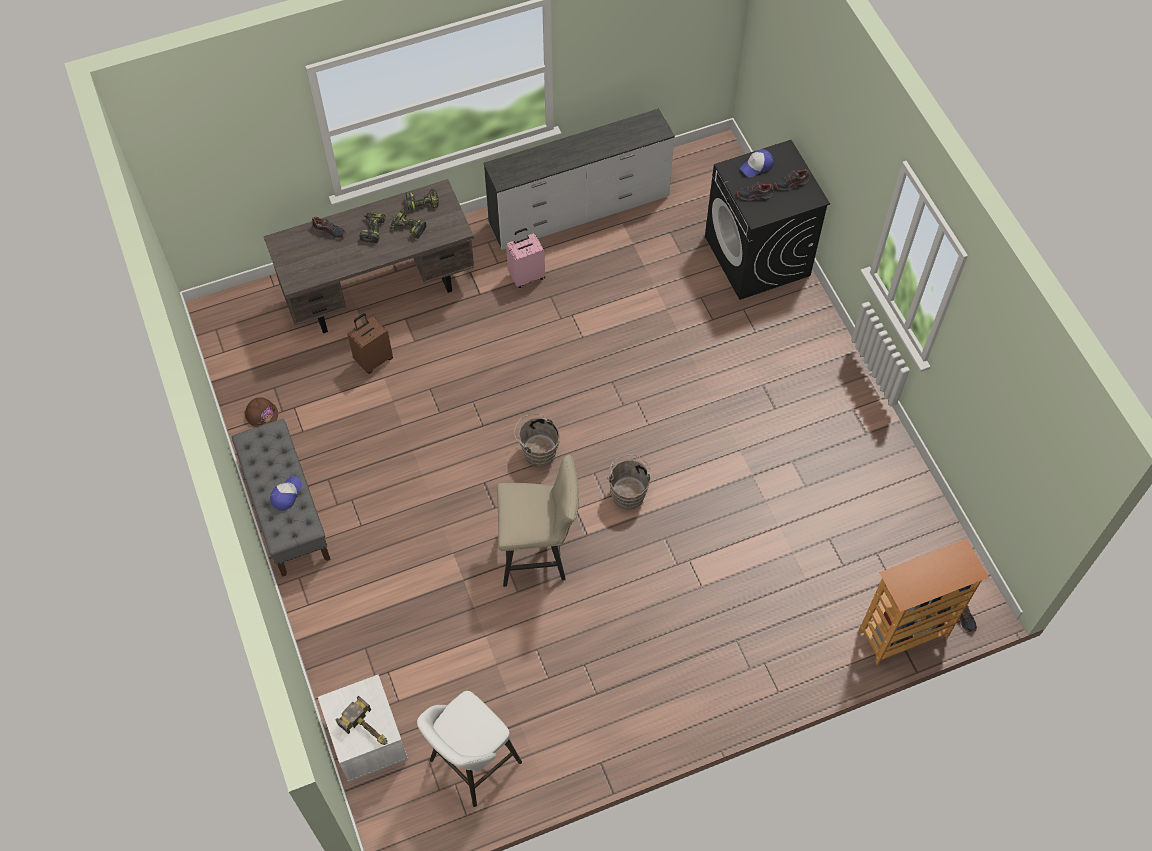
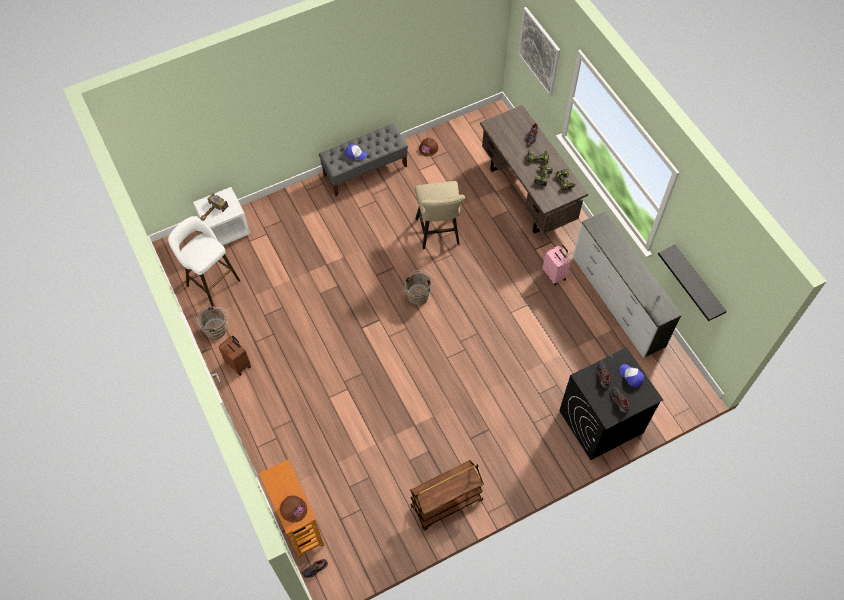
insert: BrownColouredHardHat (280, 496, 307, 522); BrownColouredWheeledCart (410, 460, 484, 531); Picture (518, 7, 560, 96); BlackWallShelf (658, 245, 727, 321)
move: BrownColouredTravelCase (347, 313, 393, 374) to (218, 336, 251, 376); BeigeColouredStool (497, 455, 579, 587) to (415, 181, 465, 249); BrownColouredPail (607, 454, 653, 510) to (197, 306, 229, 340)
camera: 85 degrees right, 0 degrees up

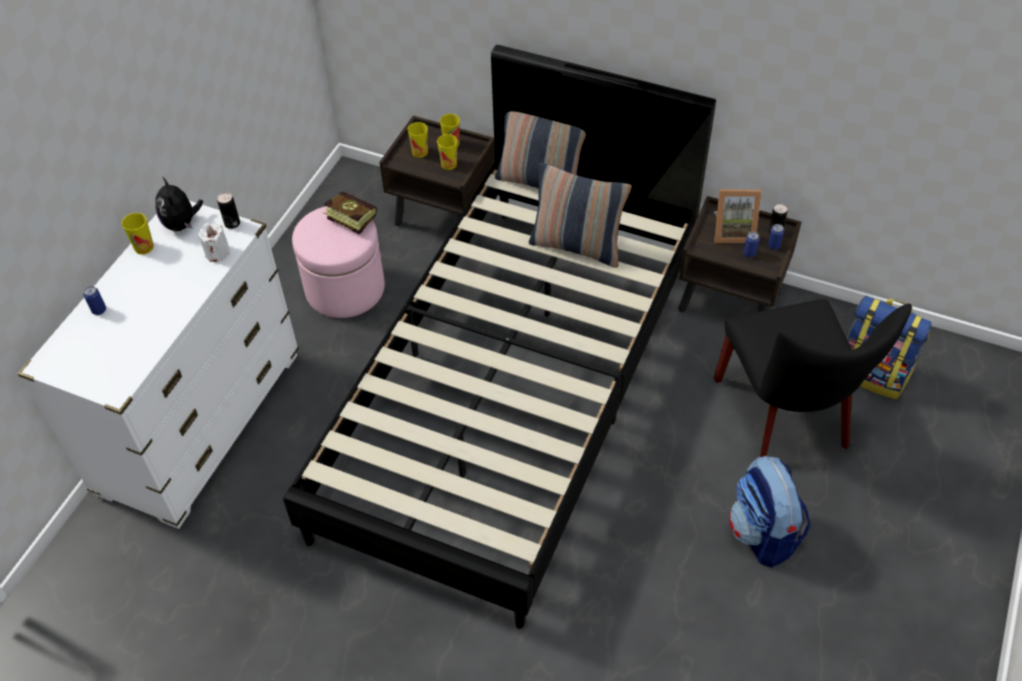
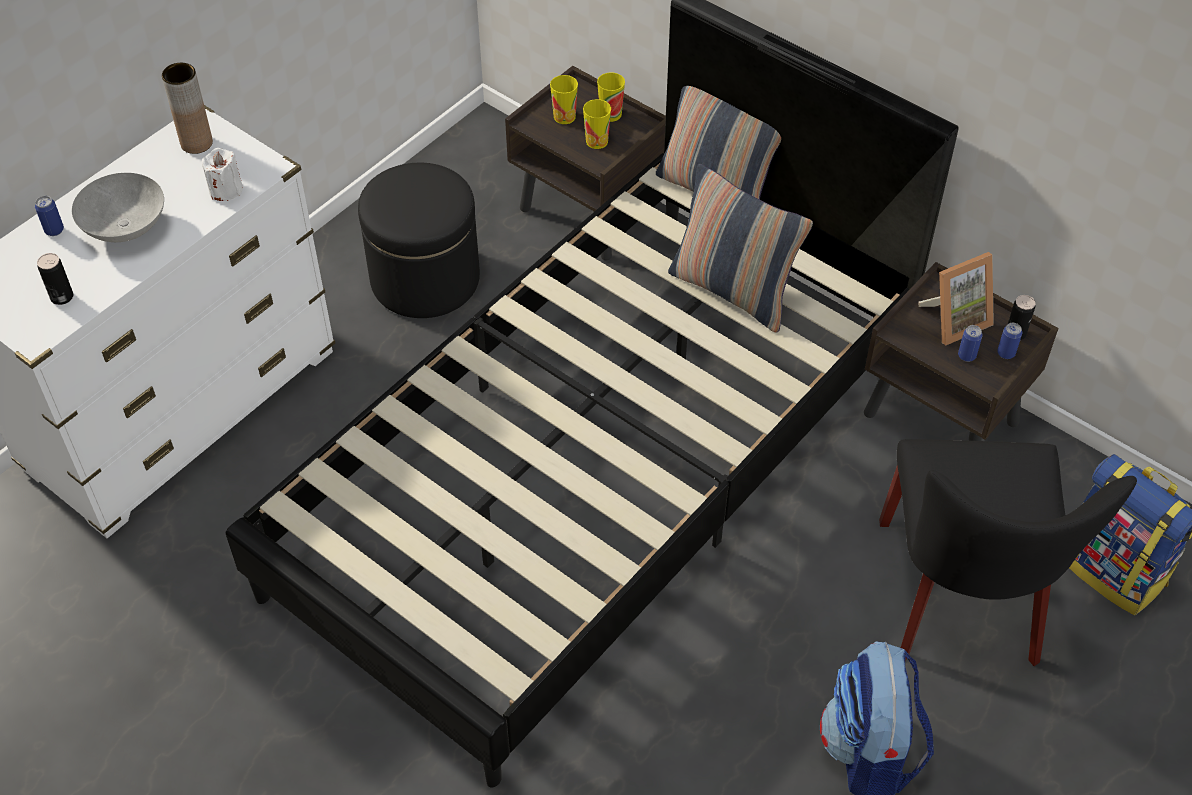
delete: DrinkingCup (122, 213, 154, 255); BoundBook (323, 192, 377, 235)
insert: GreyBowl (72, 173, 164, 242)
move: MetalCan (217, 192, 240, 229) to (37, 253, 73, 305)
replace: SoftToy (155, 176, 203, 231) to BrownColouredFlowerVase (162, 63, 213, 154)
recolor: PinkishPouffe (292, 206, 385, 318) to BlackPouffe (358, 163, 480, 318)
rotate: StandingFrame (714, 189, 762, 243) = (918, 252, 994, 345) 45 degrees counterclockwise
camera: 15 degrees right, 0 degrees up

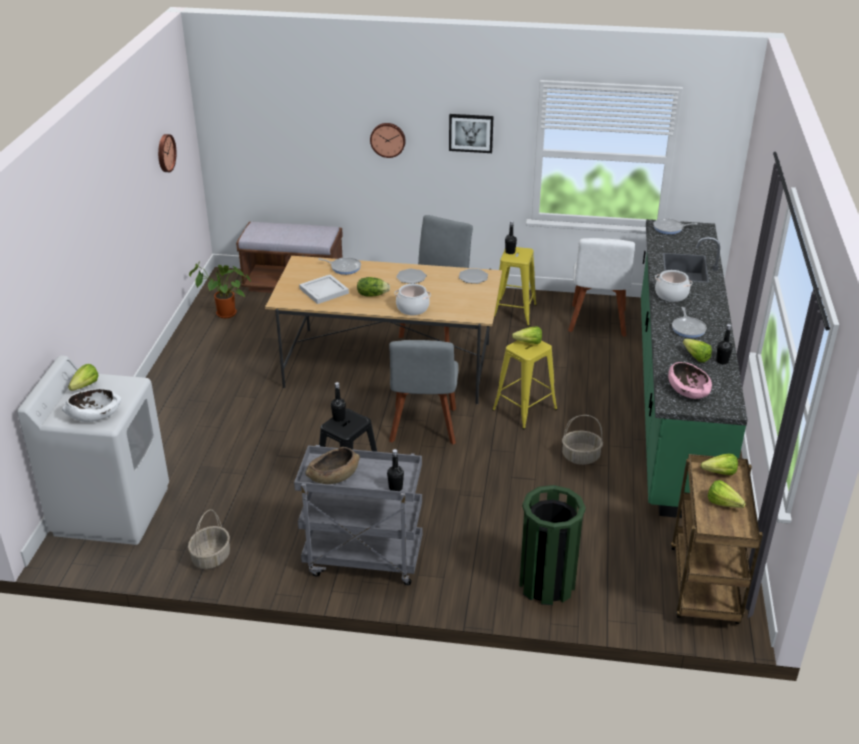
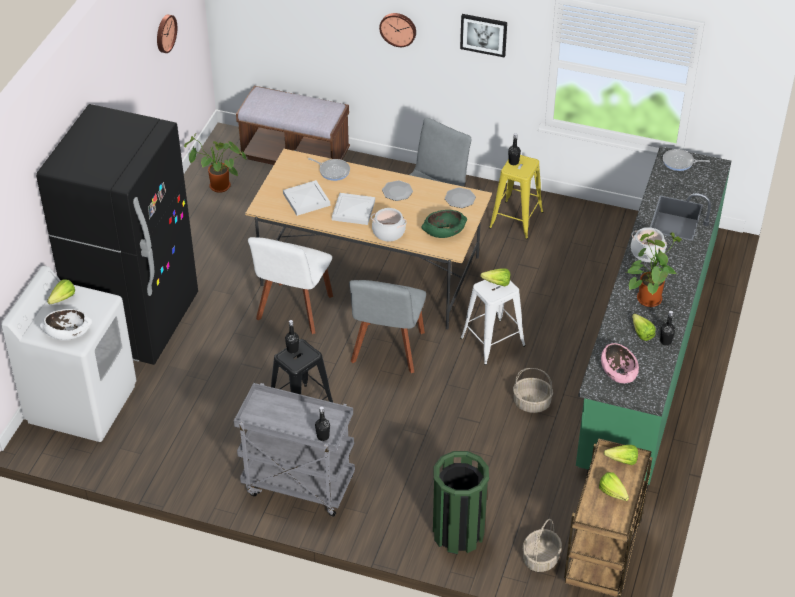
delete: BrownColouredBowl (305, 447, 360, 484)
insert: BlackRefrigerator (36, 104, 198, 365); GreenBowl (421, 210, 467, 238)
move: Basket (188, 509, 230, 569) to (523, 519, 562, 572); WhiteChair (568, 238, 635, 337) to (248, 237, 333, 334)
replace: LettuceHead (357, 277, 390, 297) to WhiteServingTray (332, 193, 375, 225); Pan (672, 307, 707, 338) to PlantInAPot (626, 232, 682, 307)
recolor: YellowishStool (492, 340, 557, 429) to WhiteStool (460, 280, 526, 365)
camera: 10 degrees right, 10 degrees up

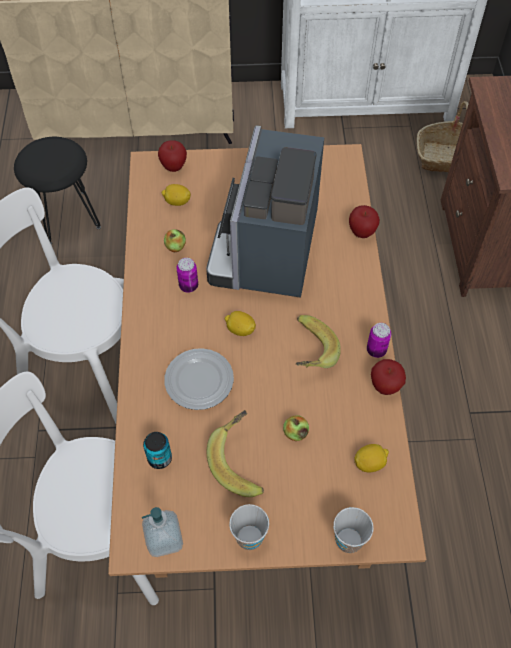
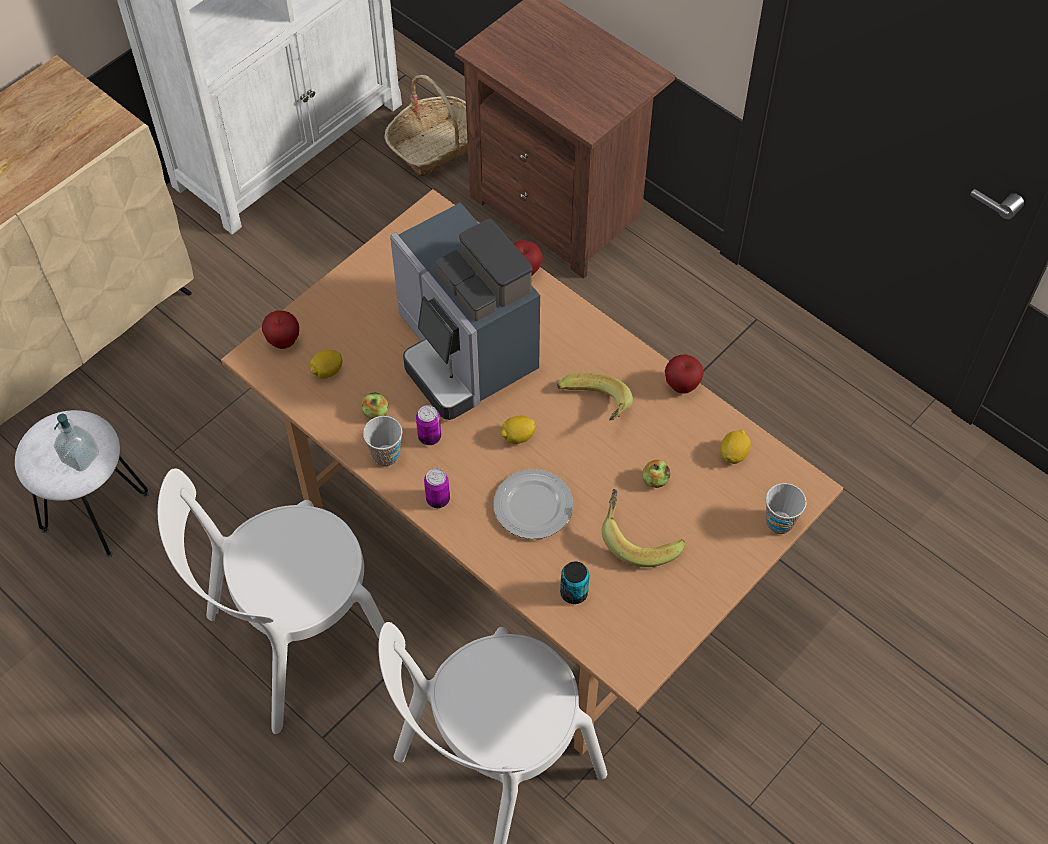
move: SoapDispenser (142, 507, 183, 557) to (54, 414, 99, 471); DrinkingCup (229, 504, 269, 550) to (363, 416, 402, 467); MetalCan (367, 323, 391, 358) to (424, 468, 450, 508)
recolor: BlackStool (14, 137, 101, 245) to WhiteStool (15, 410, 149, 557)
camera: 45 degrees left, 0 degrees up

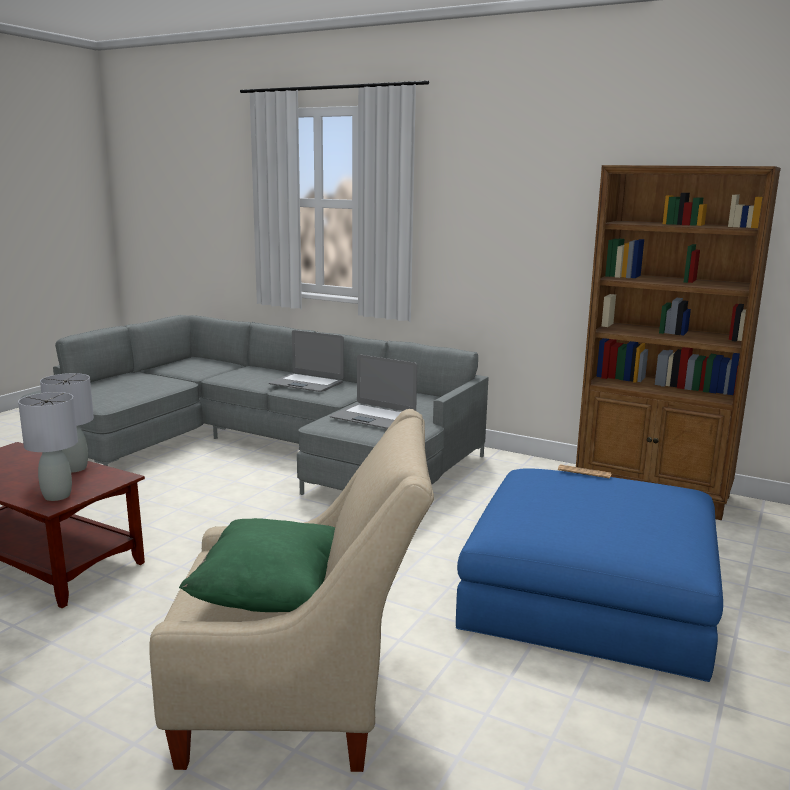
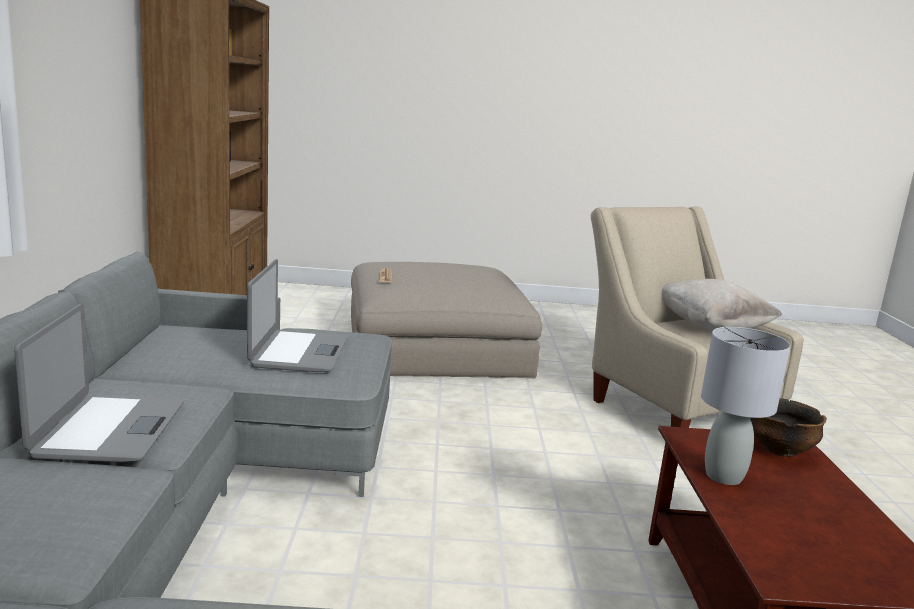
replace: GreyLampForATable (18, 392, 78, 501) to Bowl (750, 398, 827, 457)
recolor: GreenPillow (179, 518, 335, 612) to BeigeColouredPillow (661, 279, 782, 330); BluishPouffe (456, 468, 723, 682) to BeigeColouredPouffe (351, 262, 542, 378)
camera: 120 degrees left, 0 degrees up

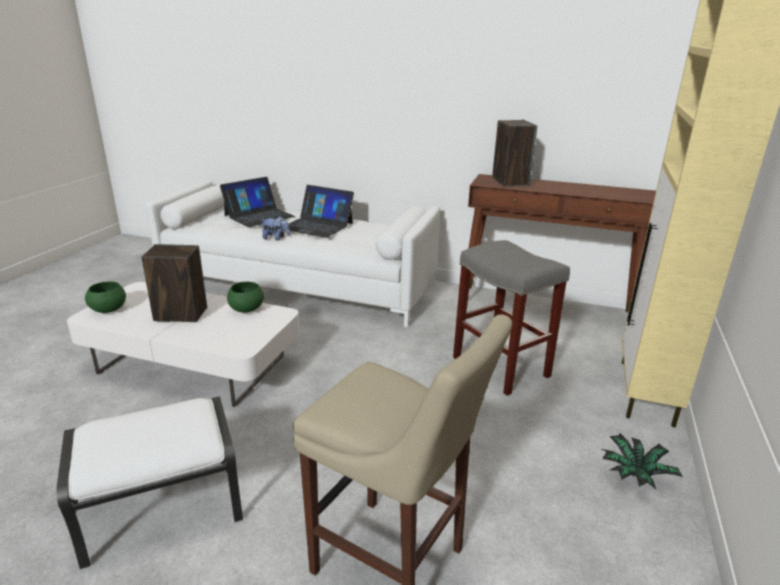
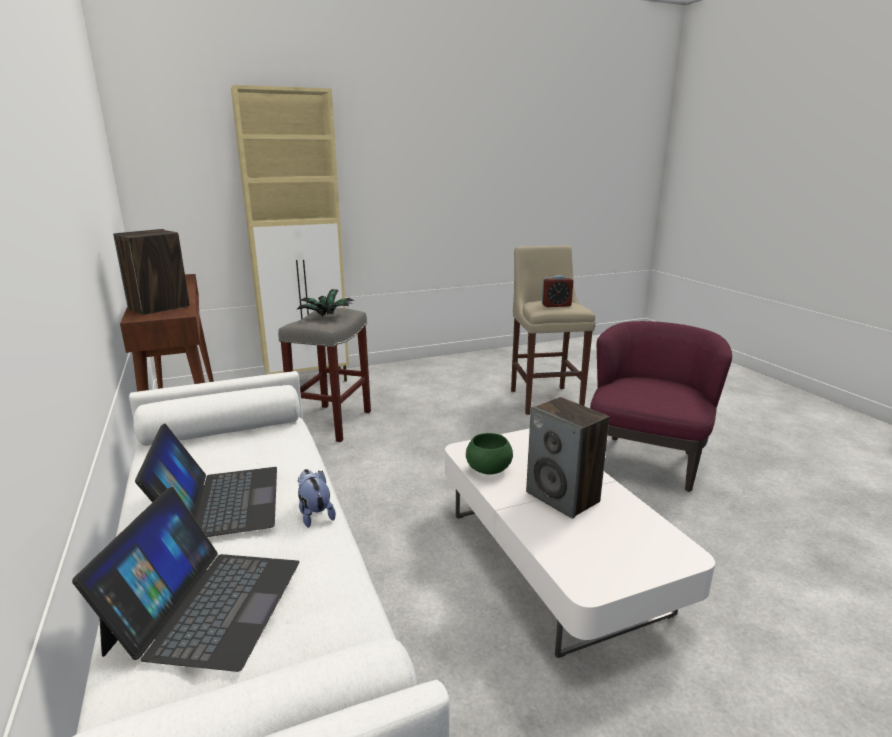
delete: GreenBowl (85, 281, 126, 313)
insert: TableClock (542, 275, 573, 307)
move: PlantInAPot (602, 433, 683, 489) to (296, 289, 354, 316)
replace: WhitePouffe (56, 396, 243, 569) to PurpleColouredLoungeChair (590, 321, 732, 492)
rotate: PortableComputer (220, 177, 295, 227) = (72, 487, 299, 672) 90 degrees clockwise
camera: 130 degrees left, 5 degrees down

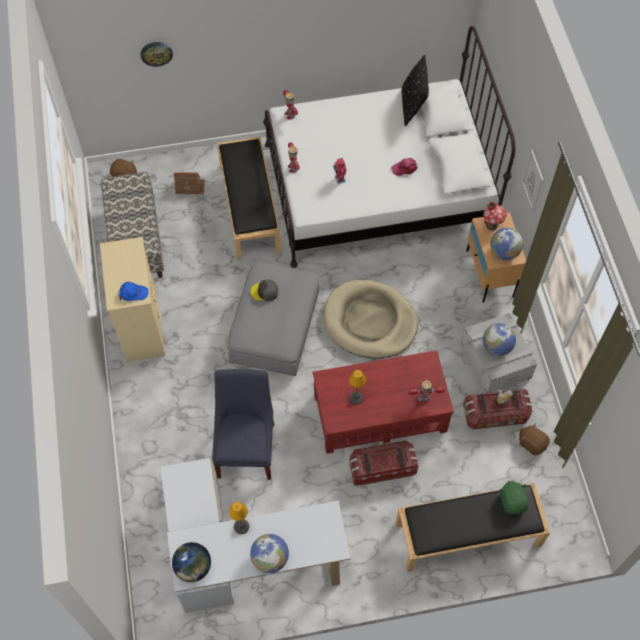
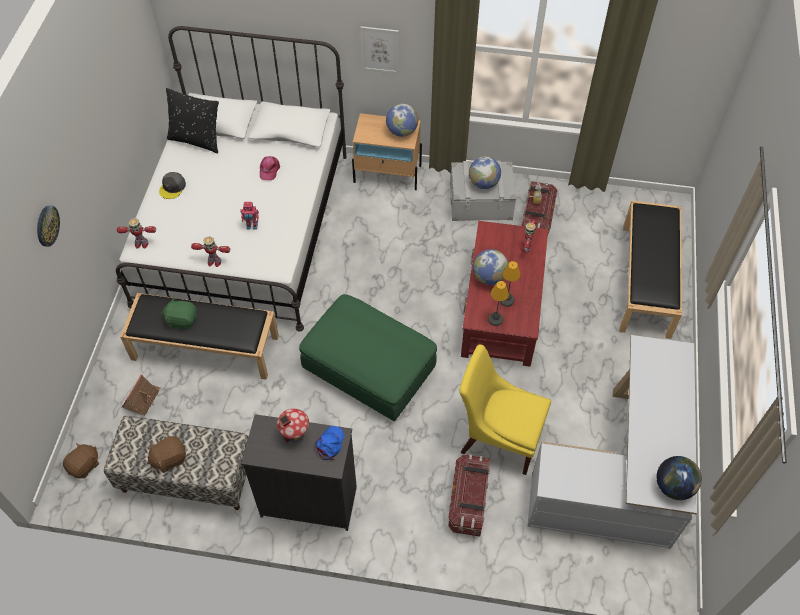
delete: BeigeColouredDogBed (323, 280, 418, 359)
move: ClockOnTheWall (141, 42, 173, 67) to (37, 205, 60, 247); LampForATable (229, 502, 249, 534) to (488, 281, 509, 326); DeskGlobe (250, 534, 289, 573) to (473, 249, 508, 285); GreyPeakedCap (251, 279, 279, 301) to (159, 172, 186, 199); StorageContainer (349, 440, 418, 486) to (448, 454, 490, 536); ToyHouse (483, 201, 507, 231) to (277, 409, 309, 443); GreenSoftToy (500, 481, 529, 514) to (162, 298, 197, 330); BrownColouredSoftToy (519, 423, 550, 455) to (147, 436, 186, 473)
recolor: BeigeColouredChestOfDrawers (100, 237, 165, 362) to BlackChestOfDrawers (241, 414, 357, 531); BluishChair (212, 369, 274, 480) to YellowishChair (459, 345, 551, 475); GreyPouffe (227, 262, 319, 376) to GreenPouffe (299, 294, 437, 421)
camera: 70 degrees left, 5 degrees down

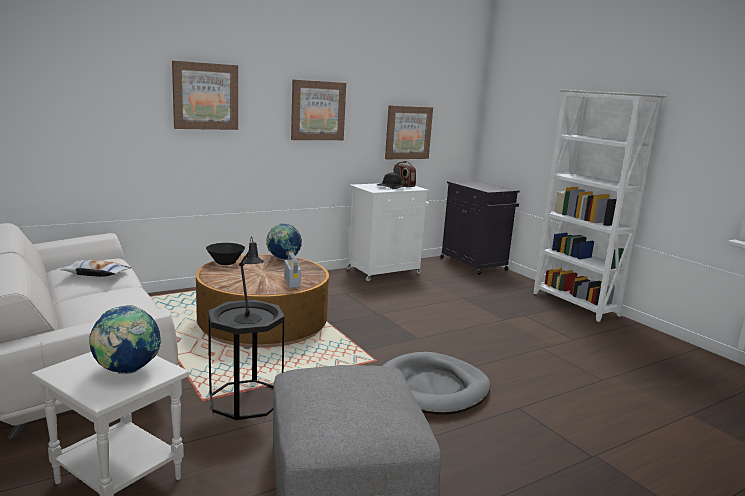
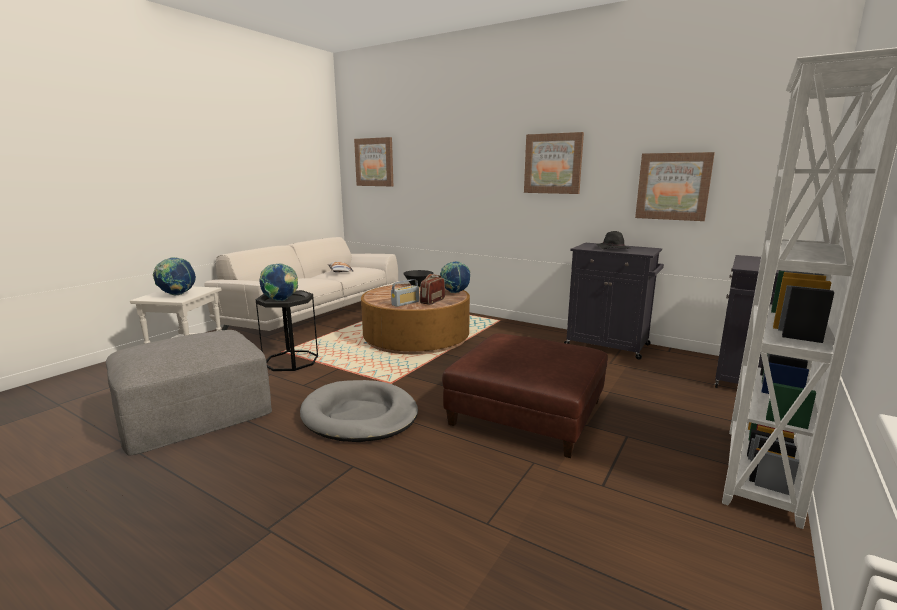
insert: BrownColouredPouffe (442, 333, 608, 458)
move: Picture (172, 61, 238, 130) to (354, 137, 393, 186); RadioSet (393, 161, 416, 187) to (420, 274, 445, 305)
replace: BlackLampForATable (234, 236, 265, 324) to DeskGlobe (260, 263, 298, 301)
recolor: WhiteStorageCabinet (346, 183, 430, 281) to BlackStorageCabinet (564, 243, 664, 359)
camera: 65 degrees right, 0 degrees up

